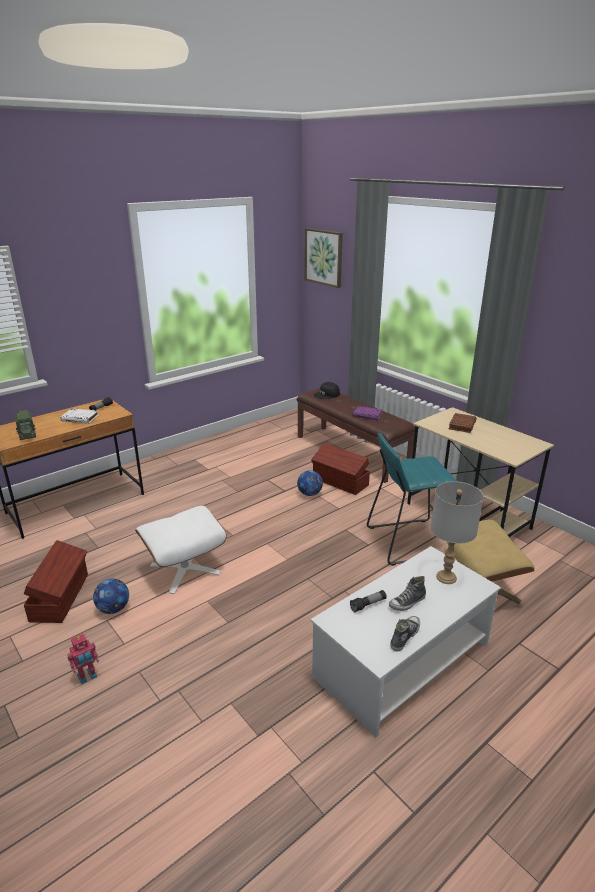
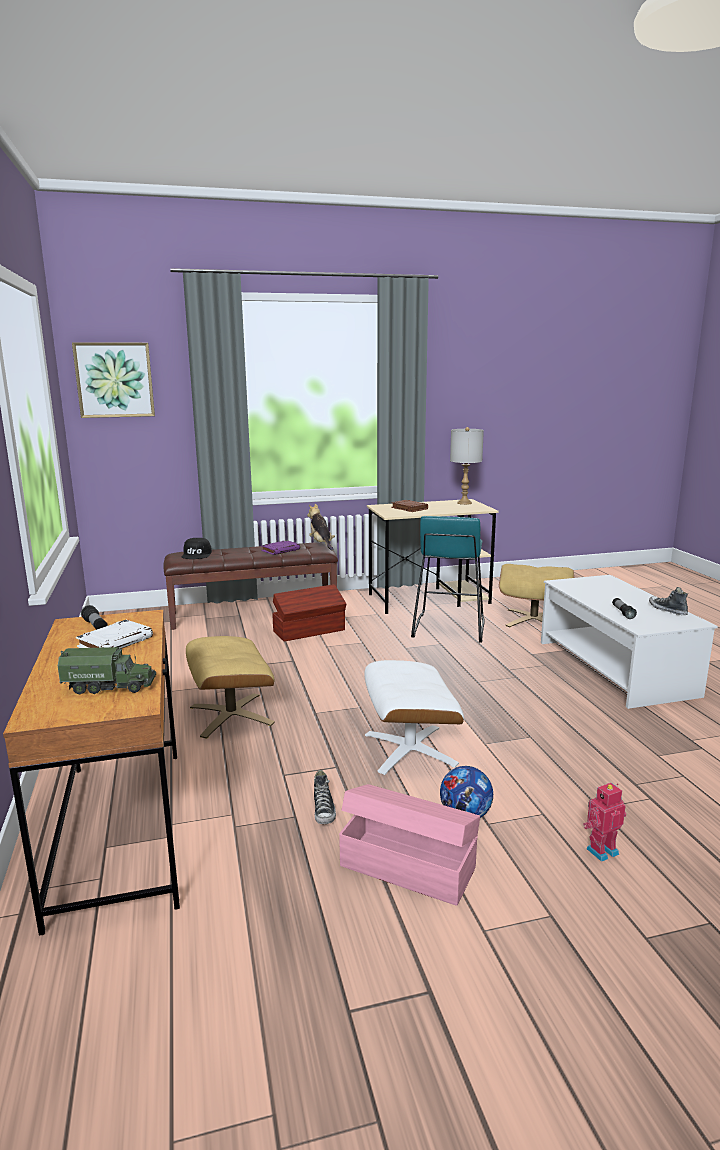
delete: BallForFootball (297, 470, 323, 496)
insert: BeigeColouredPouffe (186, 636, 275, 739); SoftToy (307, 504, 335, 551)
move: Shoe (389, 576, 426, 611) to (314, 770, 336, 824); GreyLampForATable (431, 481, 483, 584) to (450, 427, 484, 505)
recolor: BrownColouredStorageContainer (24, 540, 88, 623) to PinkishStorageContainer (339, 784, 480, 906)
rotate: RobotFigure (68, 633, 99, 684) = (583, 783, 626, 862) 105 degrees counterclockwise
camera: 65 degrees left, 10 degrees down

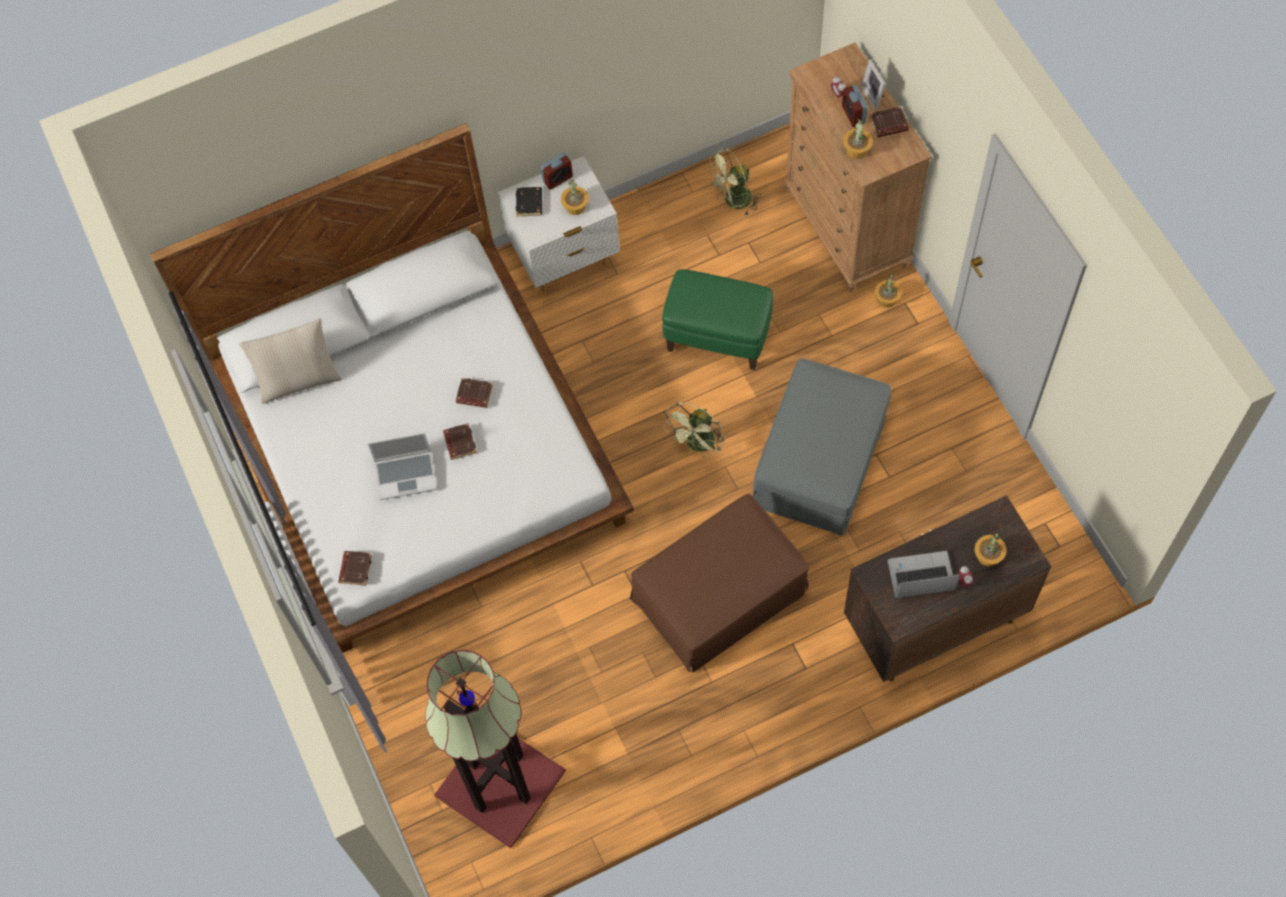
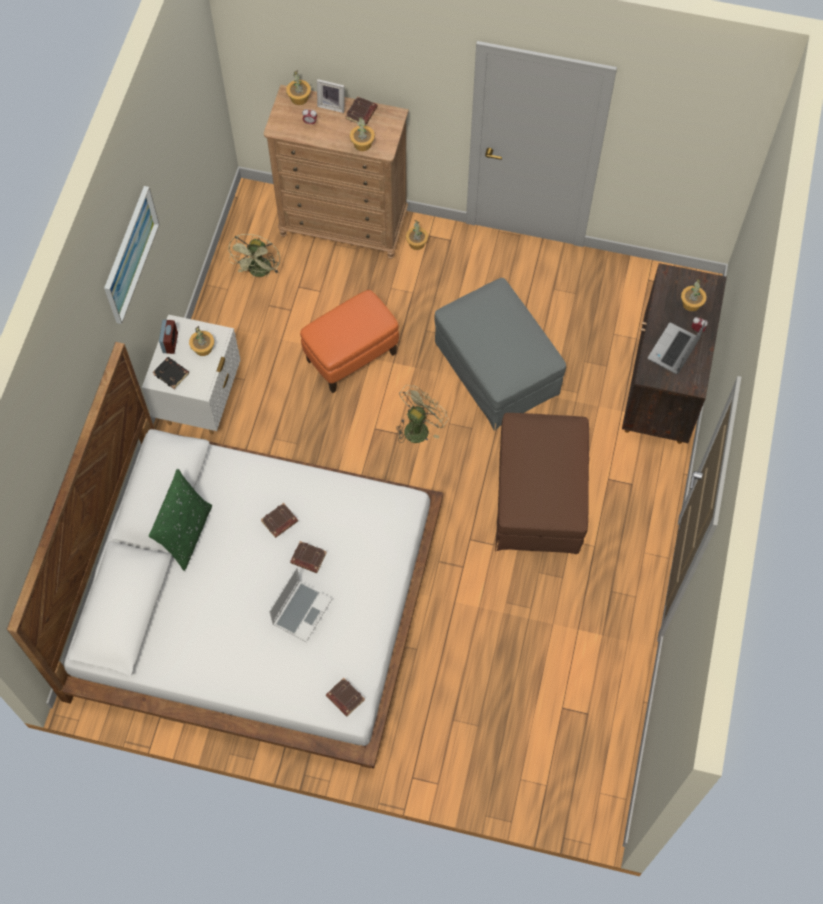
delete: BeigeColouredPillow (239, 318, 342, 404); StandingLamp (425, 650, 566, 848); TableClock (842, 85, 868, 127)
insert: Picture (104, 186, 160, 324); GreenPillow (149, 469, 212, 571); PlantInAPot (286, 70, 311, 105)
recolor: GreenPouffe (662, 269, 773, 370) to OrangeyPouffe (300, 290, 399, 393)
rotate: GreenFan (663, 402, 725, 457) = (396, 385, 449, 443) 120 degrees counterclockwise
camera: 55 degrees left, 0 degrees up

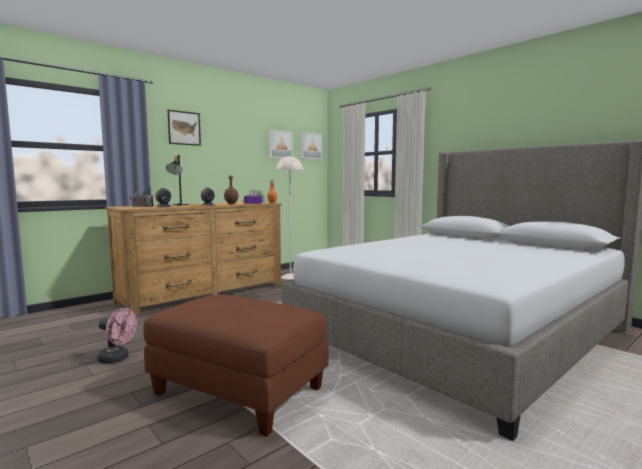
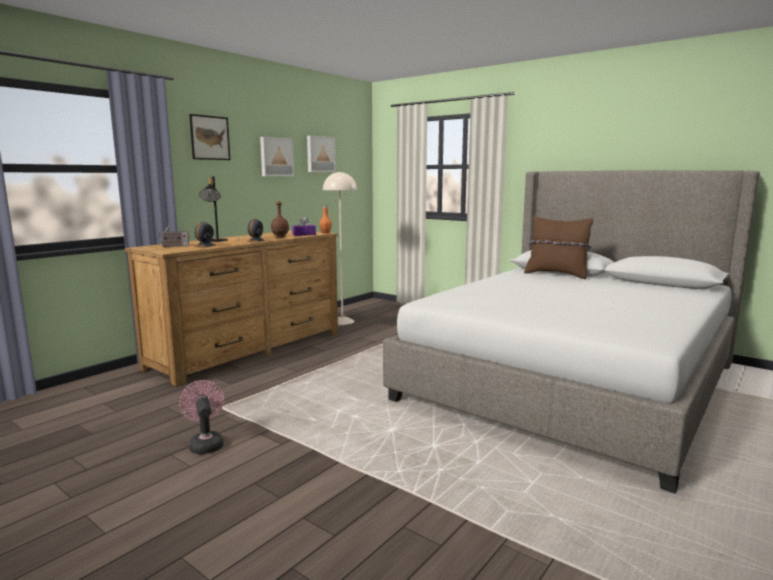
delete: BrownColouredPouffe (144, 295, 329, 437)
insert: BrownColouredPillow (524, 216, 594, 279)
move: Picture (300, 132, 322, 160) to (260, 137, 294, 176)
rotate: PinkishFan (97, 308, 137, 364) = (179, 380, 224, 454) 120 degrees counterclockwise
camera: 10 degrees left, 5 degrees up

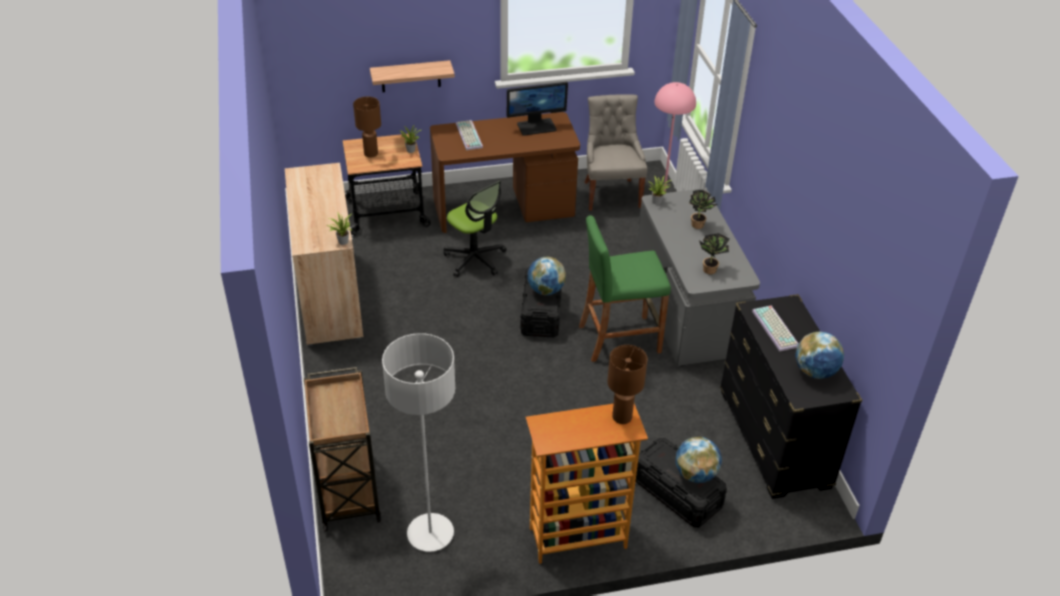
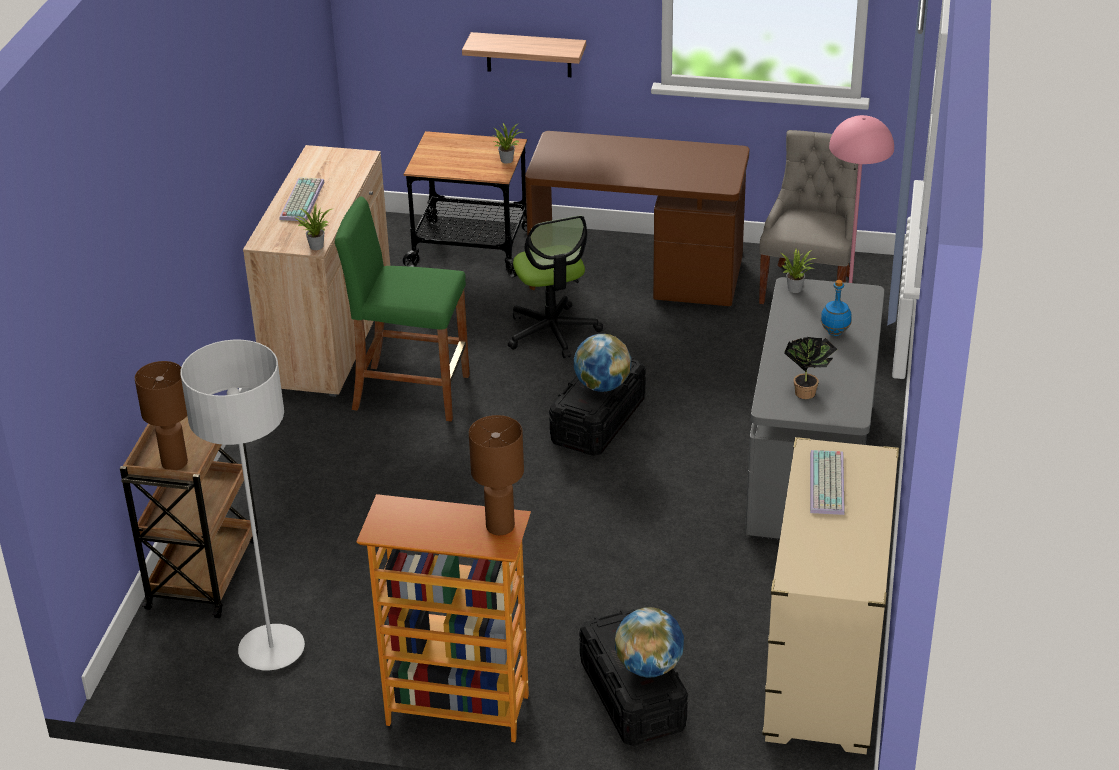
delete: ComputerDisplay (507, 82, 568, 136); DeskGlobe (795, 331, 844, 379)
move: BrownColouredLampForATable (353, 97, 381, 158) to (135, 361, 188, 470); ComputerKeyboard (456, 120, 483, 150) to (279, 177, 324, 221); GreenStool (579, 215, 671, 362) to (335, 197, 470, 421)
replace: PlantInAPot (689, 190, 718, 229) to BluishBottle (821, 280, 852, 336)
recolor: BlackChestOfDrawers (720, 294, 862, 499) to BeigeColouredChestOfDrawers (762, 437, 899, 754)
camera: 25 degrees right, 5 degrees down

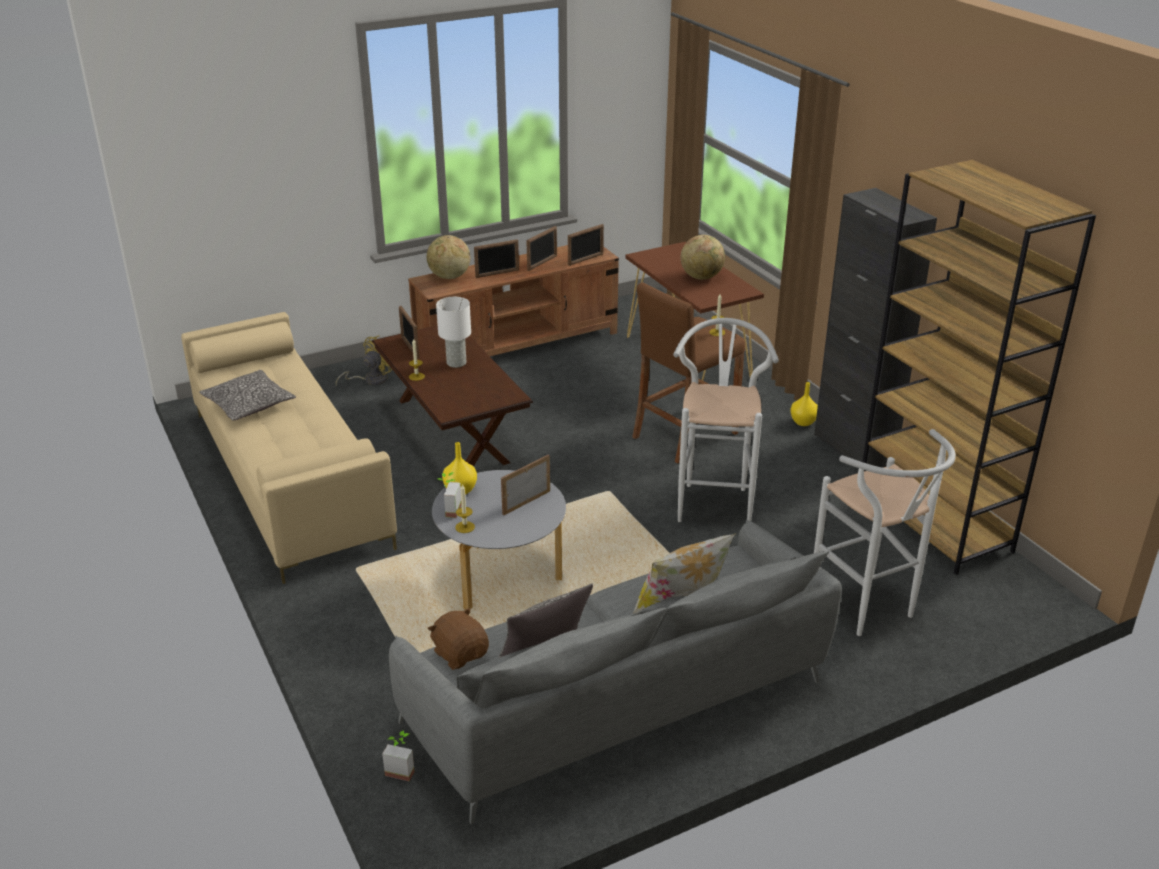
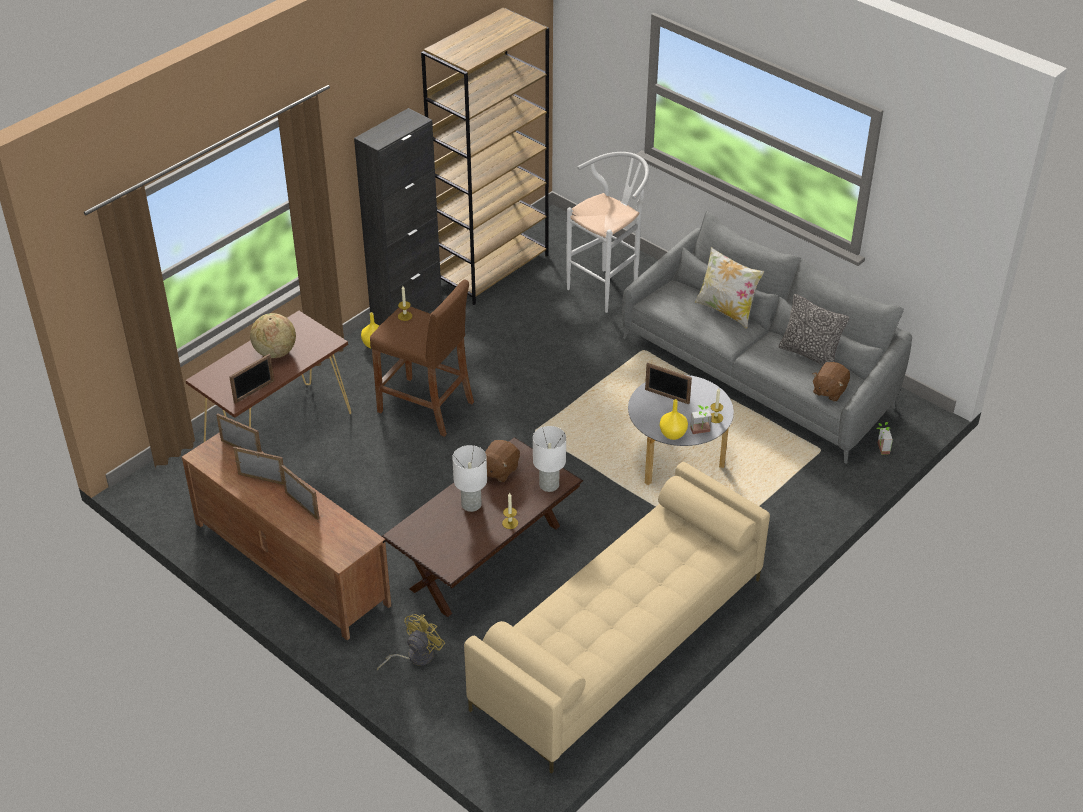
delete: Pillow (199, 370, 296, 421); DeskGlobe (427, 235, 470, 279); WhiteStool (673, 318, 779, 522)
insert: BrownColouredSoftToy (485, 440, 520, 482); WhiteLampForATable (533, 426, 566, 492)
move: StandingFrame (399, 306, 419, 359) to (229, 354, 274, 404)
rotate: YellowishFan (336, 335, 392, 386) = (377, 614, 445, 671) 105 degrees clockwise
camera: 110 degrees left, 10 degrees up

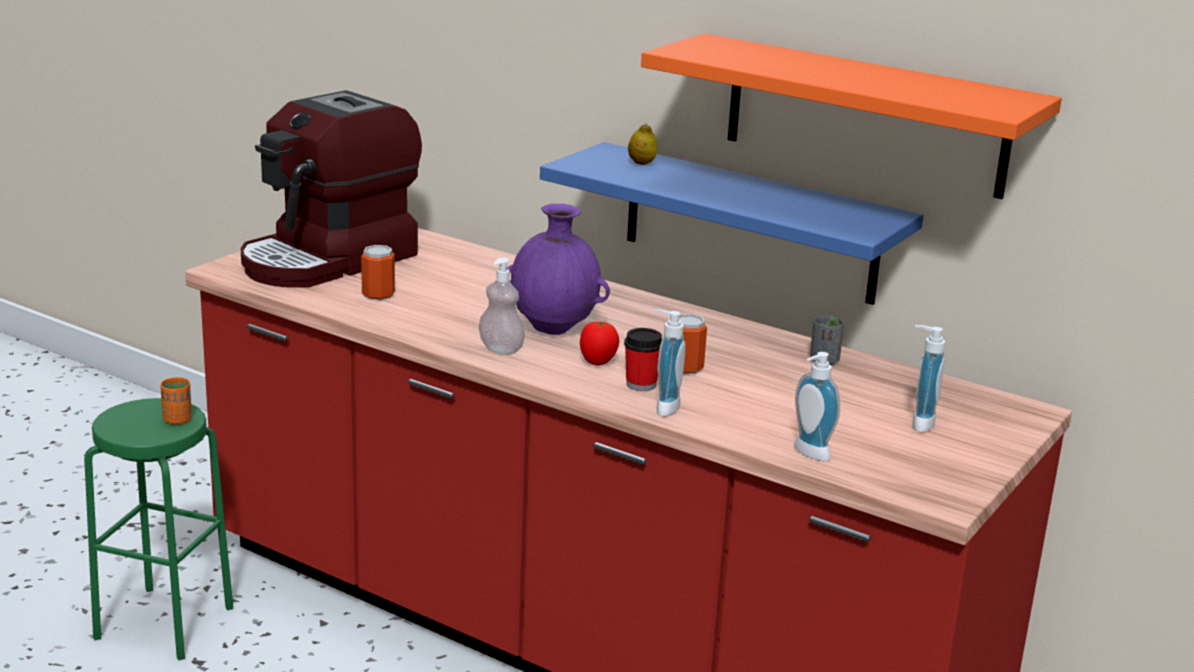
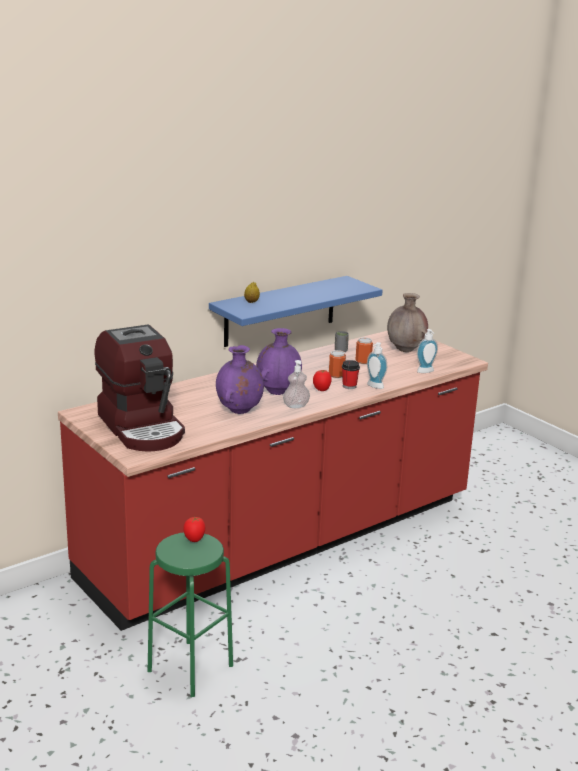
delete: OrangeyWallShelf (641, 33, 1062, 199)
insert: PurpleColouredFlowerVase (216, 345, 264, 414)
move: MetalCan (361, 245, 395, 301) to (355, 337, 373, 365)
replace: OrangeyDrinkingCup (160, 377, 191, 425) to FreshTomato (183, 516, 205, 542); SoapDispenser (912, 325, 945, 432) to BrownColouredFlowerVase (387, 293, 428, 352)
camera: 70 degrees left, 0 degrees up

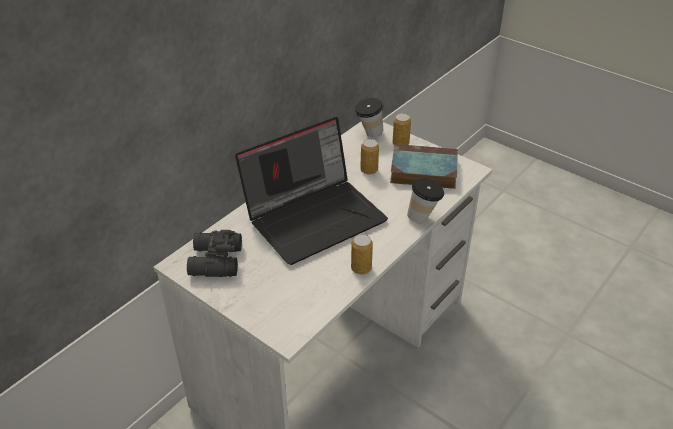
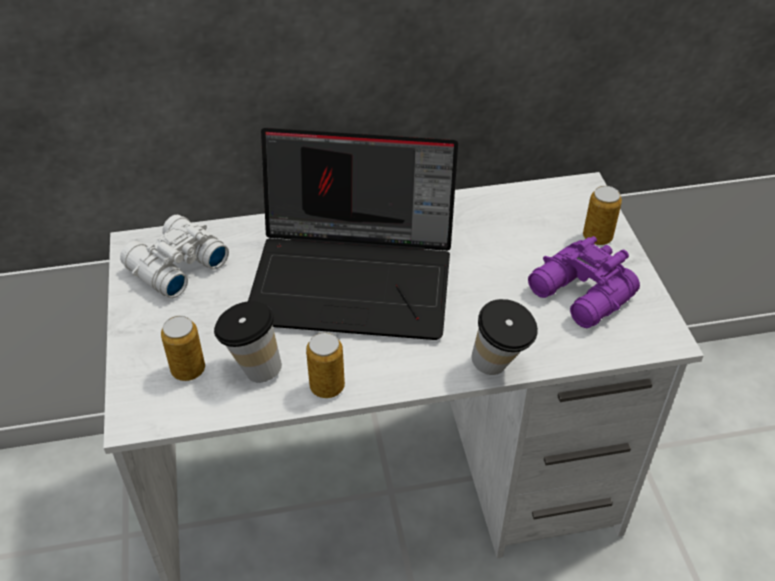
move: DrinkingCup (355, 98, 383, 137) to (214, 301, 282, 383); MetalCan (360, 139, 379, 174) to (161, 316, 205, 381)
replace: BoundBook (390, 144, 458, 189) to PurpleColouredPairOfBinoculars (528, 236, 640, 328)
recolor: BlackPairOfBinoculars (187, 230, 242, 277) to WhitePairOfBinoculars (120, 215, 229, 298)
camera: 40 degrees right, 5 degrees up

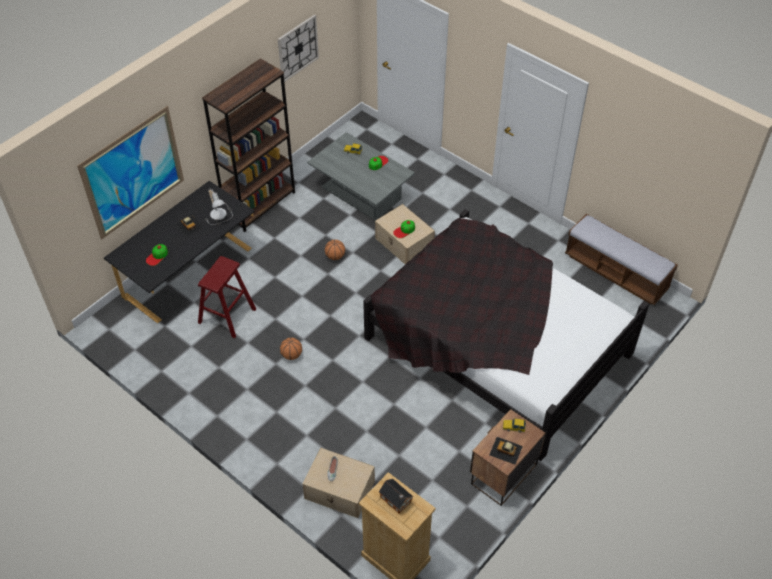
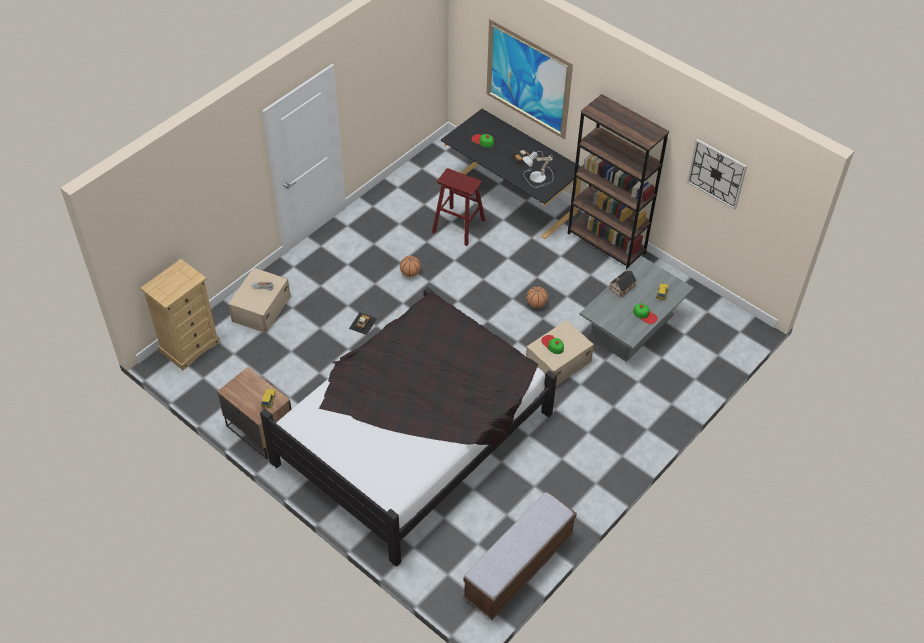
move: ToyHouse (379, 479, 413, 513) to (609, 271, 637, 297); ModelCar (489, 437, 523, 465) to (349, 312, 377, 335)
camera: 90 degrees right, 0 degrees up

